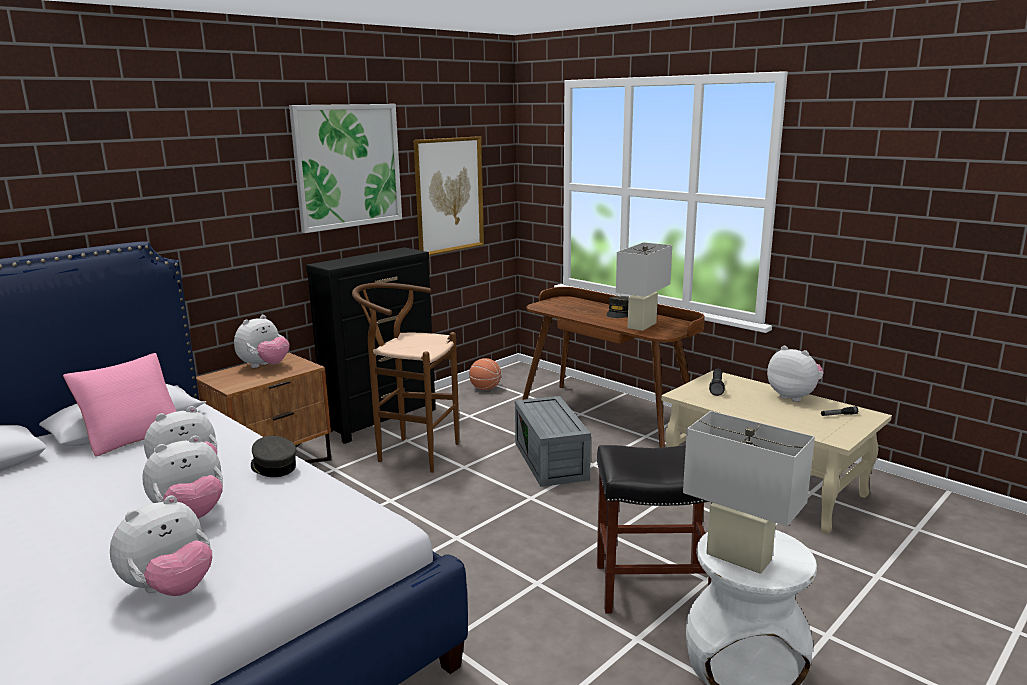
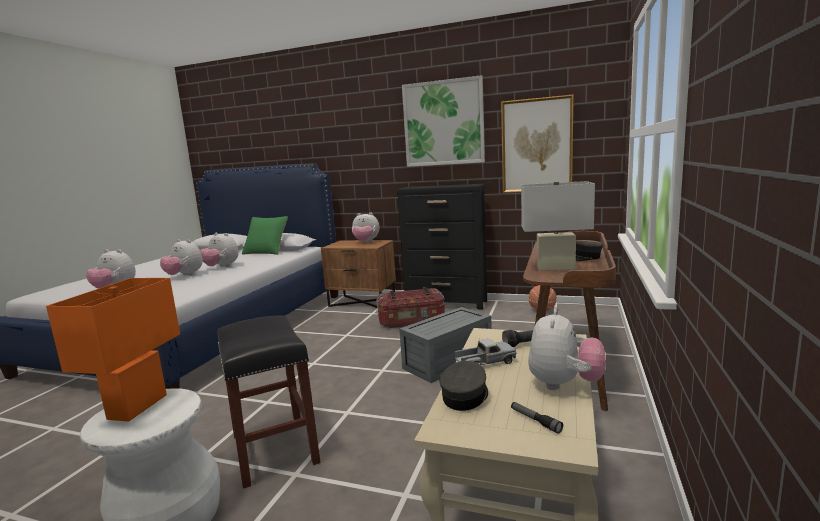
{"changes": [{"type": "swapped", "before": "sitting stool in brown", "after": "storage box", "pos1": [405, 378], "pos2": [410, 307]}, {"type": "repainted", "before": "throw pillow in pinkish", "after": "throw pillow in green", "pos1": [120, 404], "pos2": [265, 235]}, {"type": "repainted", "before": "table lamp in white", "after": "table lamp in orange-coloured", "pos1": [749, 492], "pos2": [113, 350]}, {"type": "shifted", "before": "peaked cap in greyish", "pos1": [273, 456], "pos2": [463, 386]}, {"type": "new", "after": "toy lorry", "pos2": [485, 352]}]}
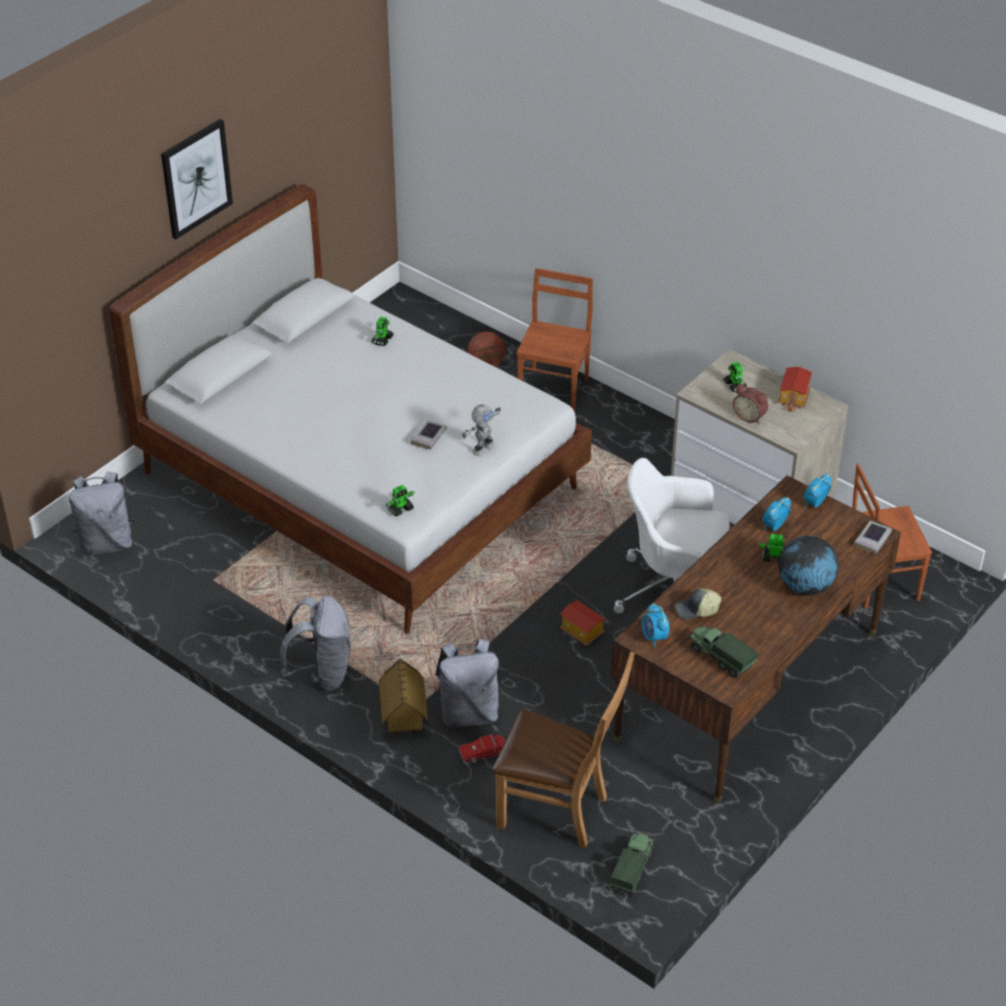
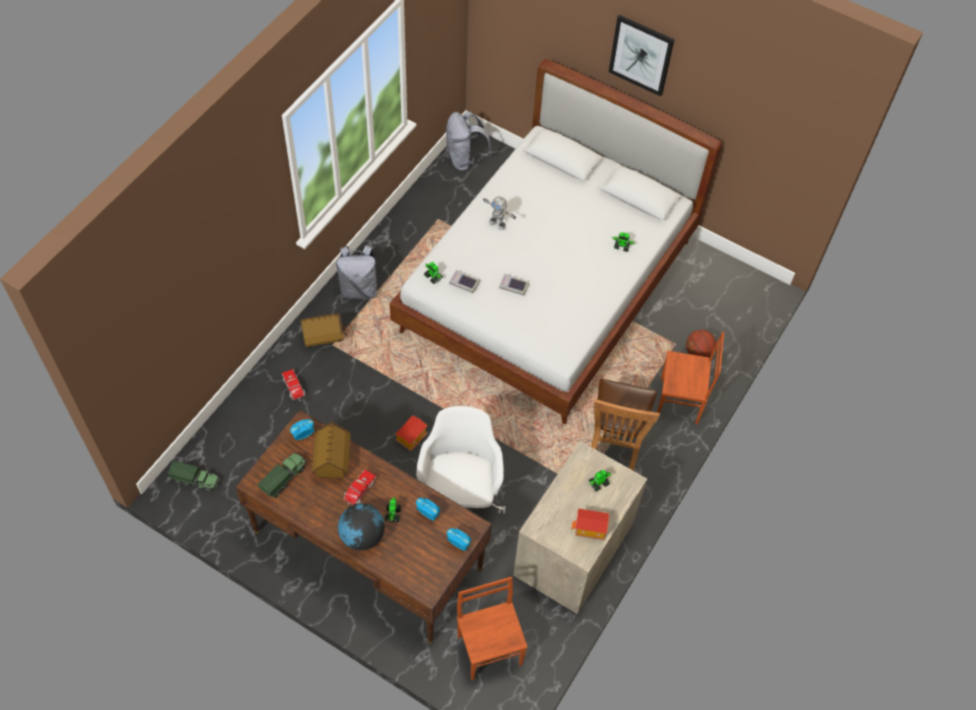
{"changes": [{"type": "gone", "before": "alarm clock", "pos1": [750, 404]}, {"type": "shifted", "before": "model robot", "pos1": [481, 430], "pos2": [499, 213]}, {"type": "shifted", "before": "volume", "pos1": [873, 537], "pos2": [464, 281]}, {"type": "swapped", "before": "peaked cap", "after": "miniature house", "pos1": [698, 603], "pos2": [331, 450]}, {"type": "gone", "before": "backpack in greyish", "pos1": [468, 683]}, {"type": "shifted", "before": "upright chair in brown", "pos1": [563, 749], "pos2": [625, 425]}, {"type": "new", "after": "toy lorry", "pos2": [360, 487]}]}
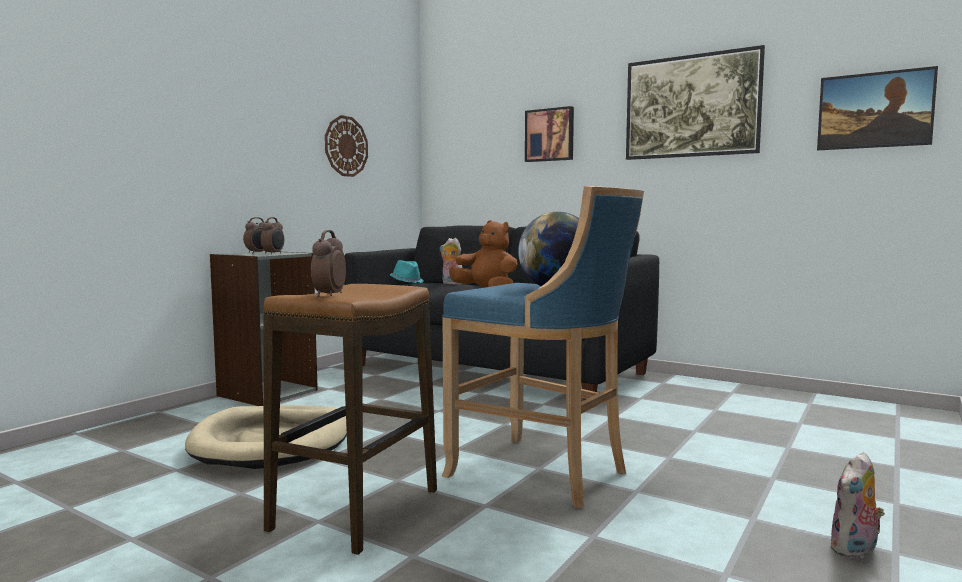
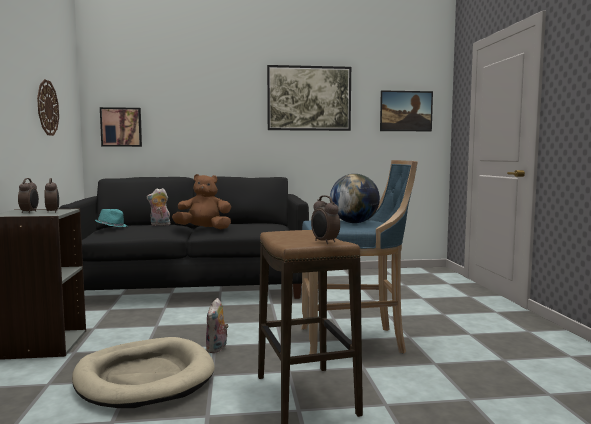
{"changes": [{"type": "shifted", "before": "picture", "pos1": [549, 134], "pos2": [121, 127]}, {"type": "shifted", "before": "cuddly toy", "pos1": [857, 505], "pos2": [217, 325]}]}
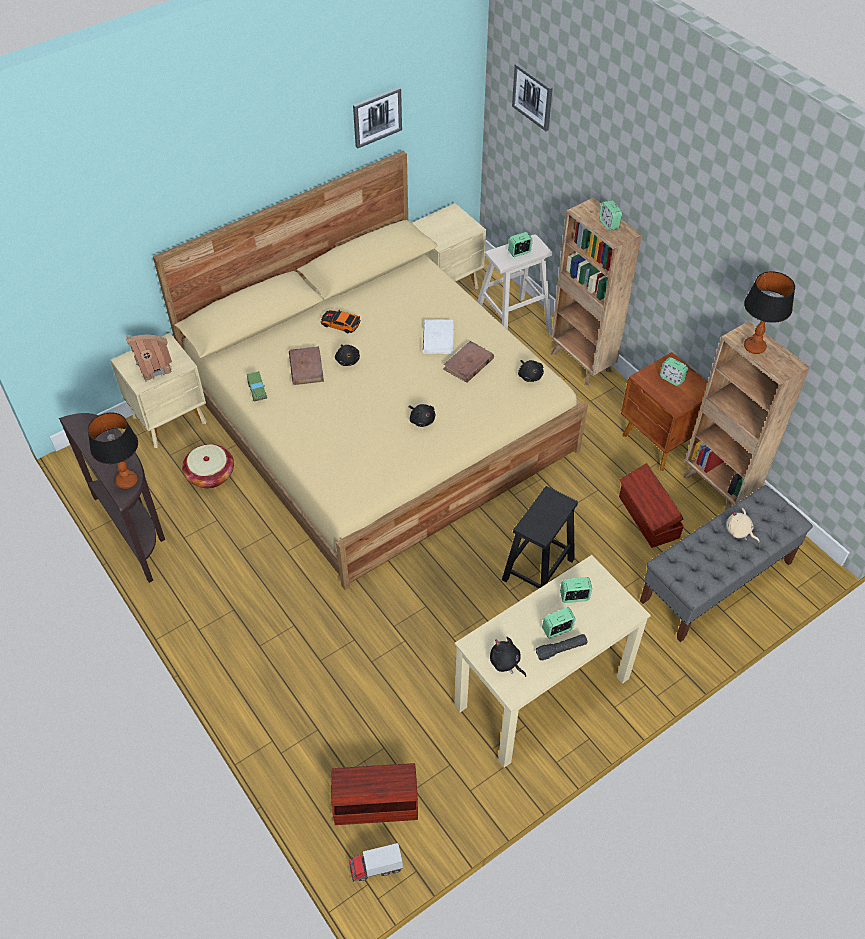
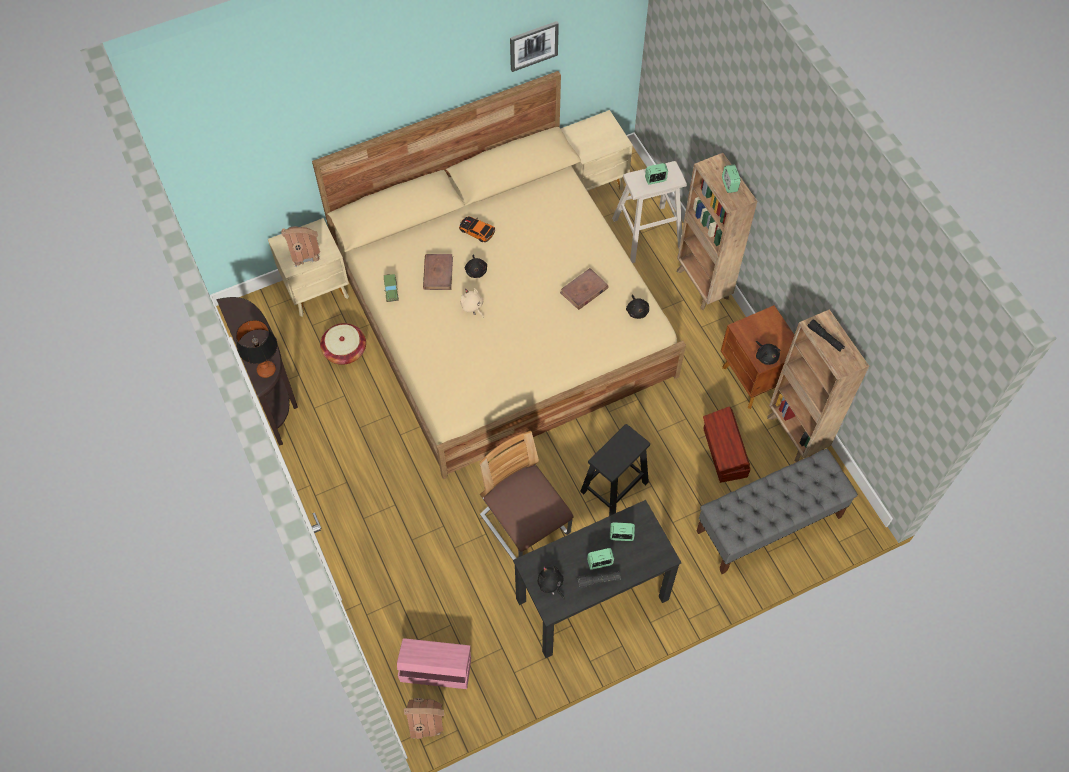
{"changes": [{"type": "gone", "before": "picture", "pos1": [532, 97]}, {"type": "swapped", "before": "table lamp", "after": "torch in black", "pos1": [769, 312], "pos2": [826, 336]}, {"type": "gone", "before": "volume in white", "pos1": [438, 336]}, {"type": "gone", "before": "alarm clock", "pos1": [674, 371]}, {"type": "shifted", "before": "cuddly toy in black", "pos1": [422, 415], "pos2": [768, 353]}, {"type": "shifted", "before": "cuddly toy in beige-coloured", "pos1": [743, 525], "pos2": [472, 303]}, {"type": "repainted", "before": "desk in beige-coloured", "after": "desk in black", "pos1": [552, 661], "pos2": [597, 579]}, {"type": "repainted", "before": "storage box in brown", "after": "storage box in pinkish", "pos1": [374, 794], "pos2": [434, 663]}, {"type": "swapped", "before": "toy lorry", "after": "miniature house", "pos1": [376, 862], "pos2": [424, 718]}, {"type": "new", "after": "upright chair", "pos2": [526, 495]}]}
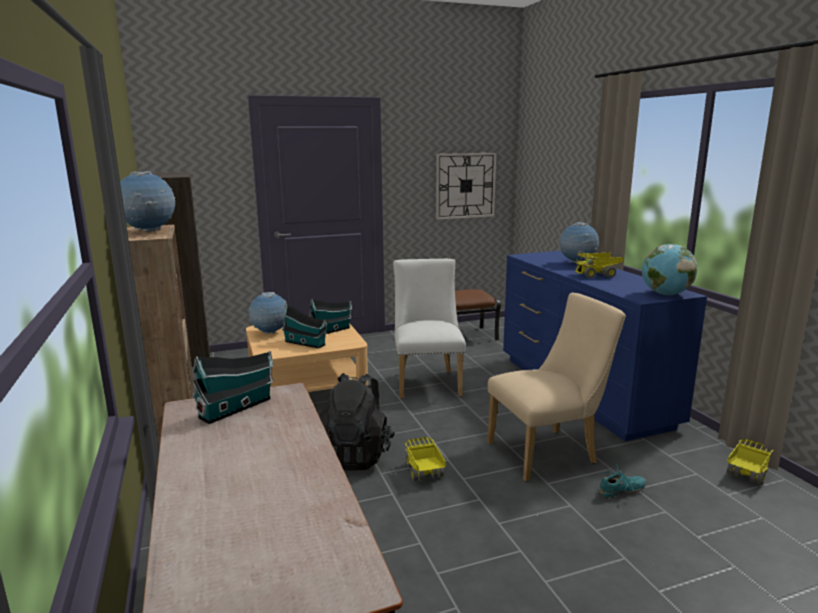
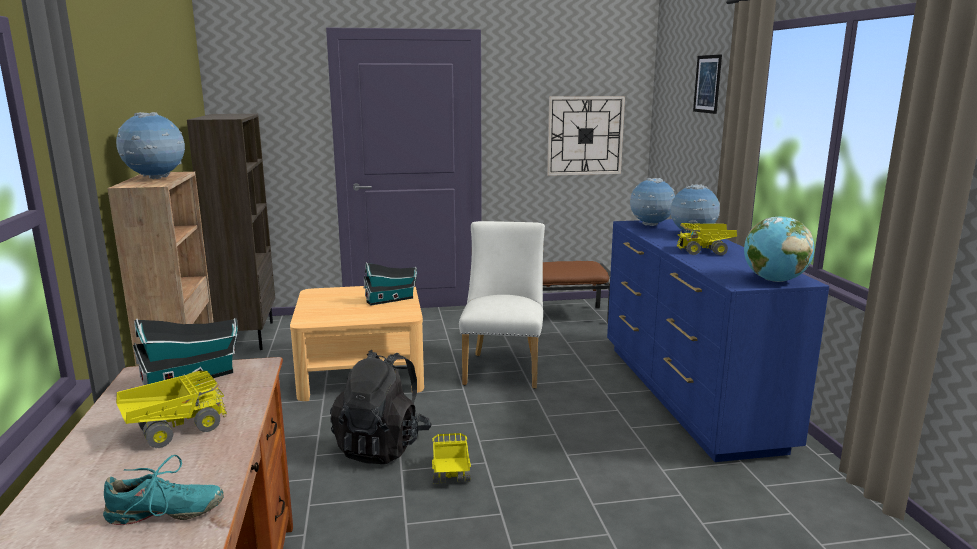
{"changes": [{"type": "shifted", "before": "world globe", "pos1": [268, 313], "pos2": [652, 202]}, {"type": "gone", "before": "upright chair in beige-coloured", "pos1": [556, 387]}, {"type": "gone", "before": "miniature house", "pos1": [304, 326]}, {"type": "shifted", "before": "toy lorry", "pos1": [750, 462], "pos2": [171, 409]}, {"type": "shifted", "before": "item of footwear in turquoise", "pos1": [621, 481], "pos2": [163, 490]}, {"type": "new", "after": "picture", "pos2": [707, 84]}]}
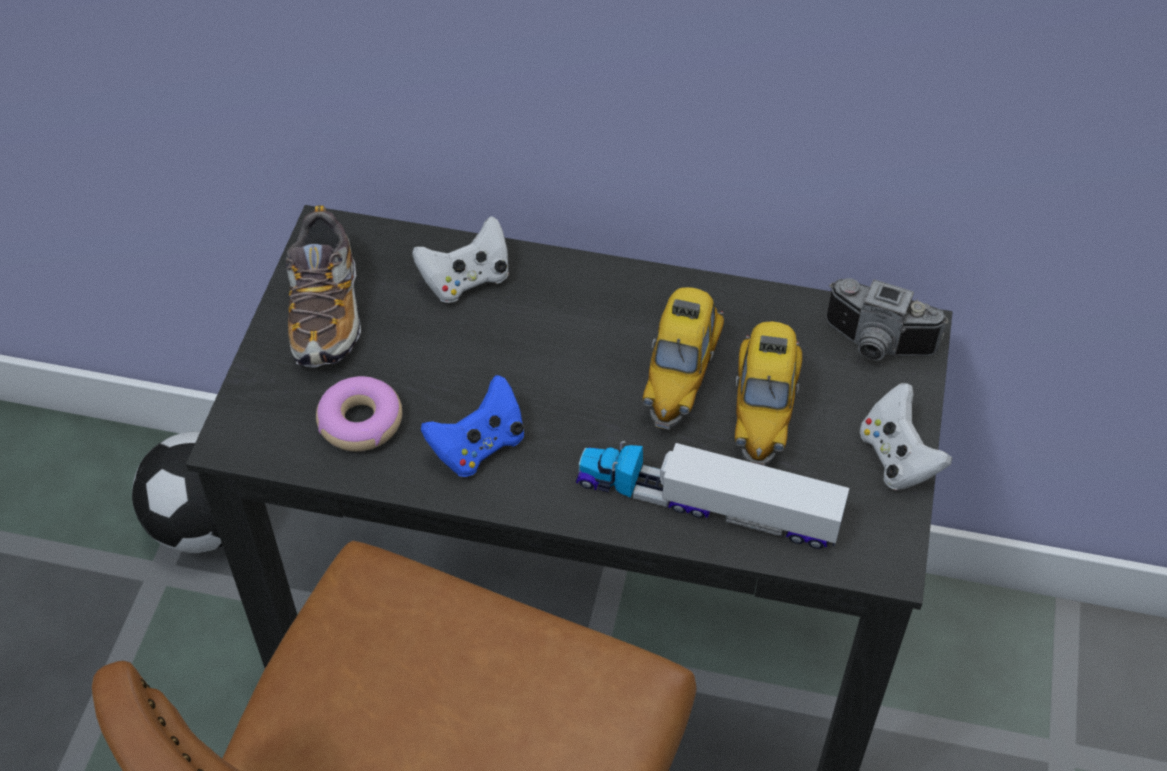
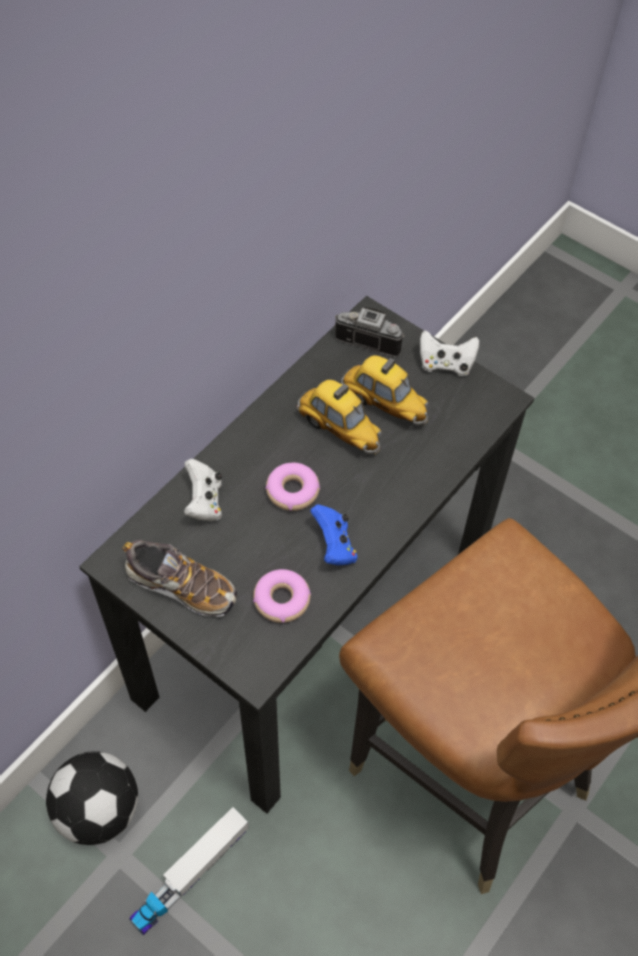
{"changes": [{"type": "rotated", "before": "photo camera", "pos1": [887, 319], "pos2": [370, 332], "turn": -120}, {"type": "shifted", "before": "toy lorry", "pos1": [712, 495], "pos2": [189, 871]}, {"type": "new", "after": "doughnut", "pos2": [292, 486]}]}
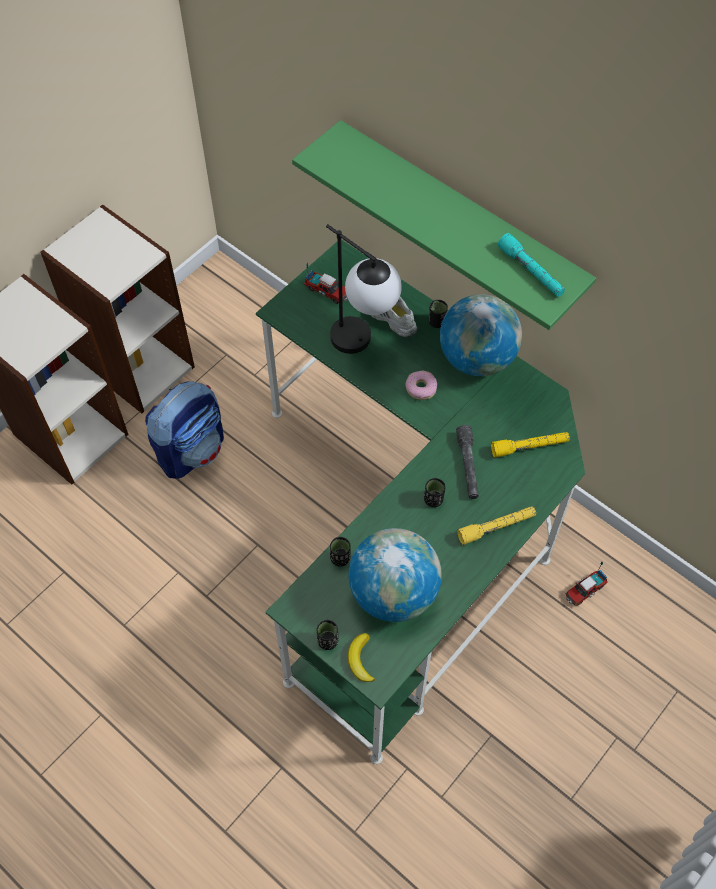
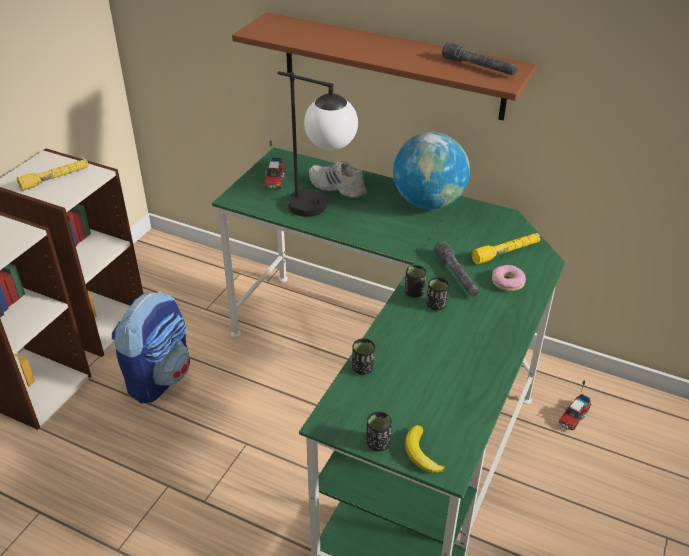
{"changes": [{"type": "repainted", "before": "wall shelf in green", "after": "wall shelf in brown", "pos1": [444, 225], "pos2": [384, 66]}, {"type": "repainted", "before": "torch in turquoise", "after": "torch in greyish", "pos1": [531, 265], "pos2": [480, 59]}, {"type": "rotated", "before": "toy lorry", "pos1": [326, 283], "pos2": [274, 164], "turn": 75}, {"type": "shifted", "before": "drinking cup in black", "pos1": [438, 314], "pos2": [415, 281]}, {"type": "shifted", "before": "doughnut", "pos1": [421, 385], "pos2": [509, 278]}, {"type": "shifted", "before": "torch in yellowish", "pos1": [496, 525], "pos2": [53, 175]}, {"type": "gone", "before": "world globe", "pos1": [395, 575]}]}
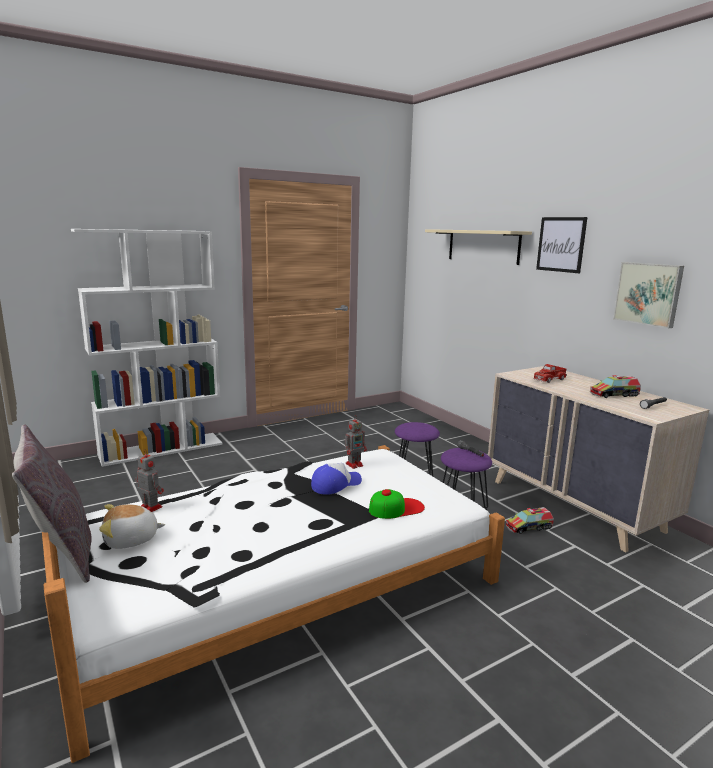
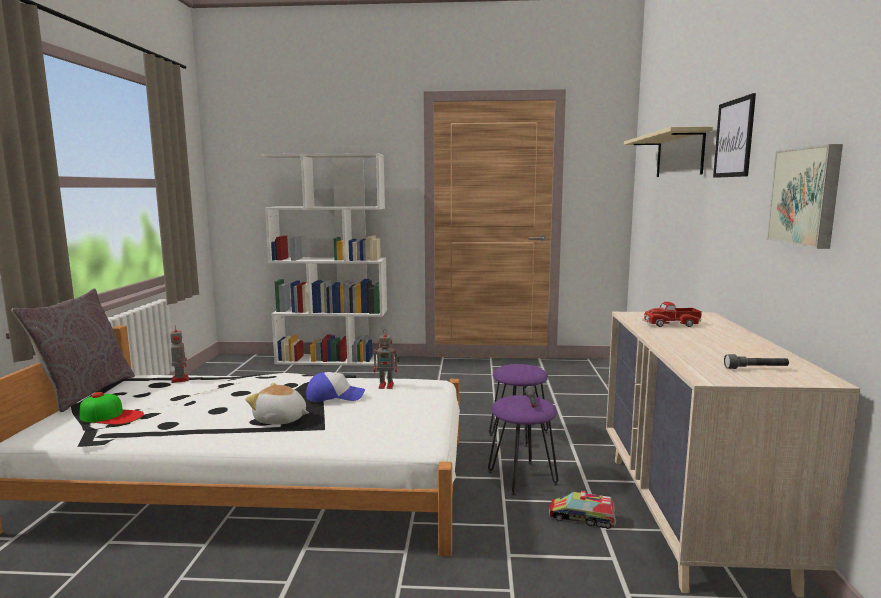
{"changes": [{"type": "gone", "before": "toy lorry", "pos1": [615, 386]}, {"type": "shifted", "before": "peaked cap", "pos1": [397, 504], "pos2": [112, 408]}, {"type": "shifted", "before": "cuddly toy", "pos1": [132, 526], "pos2": [277, 403]}]}
